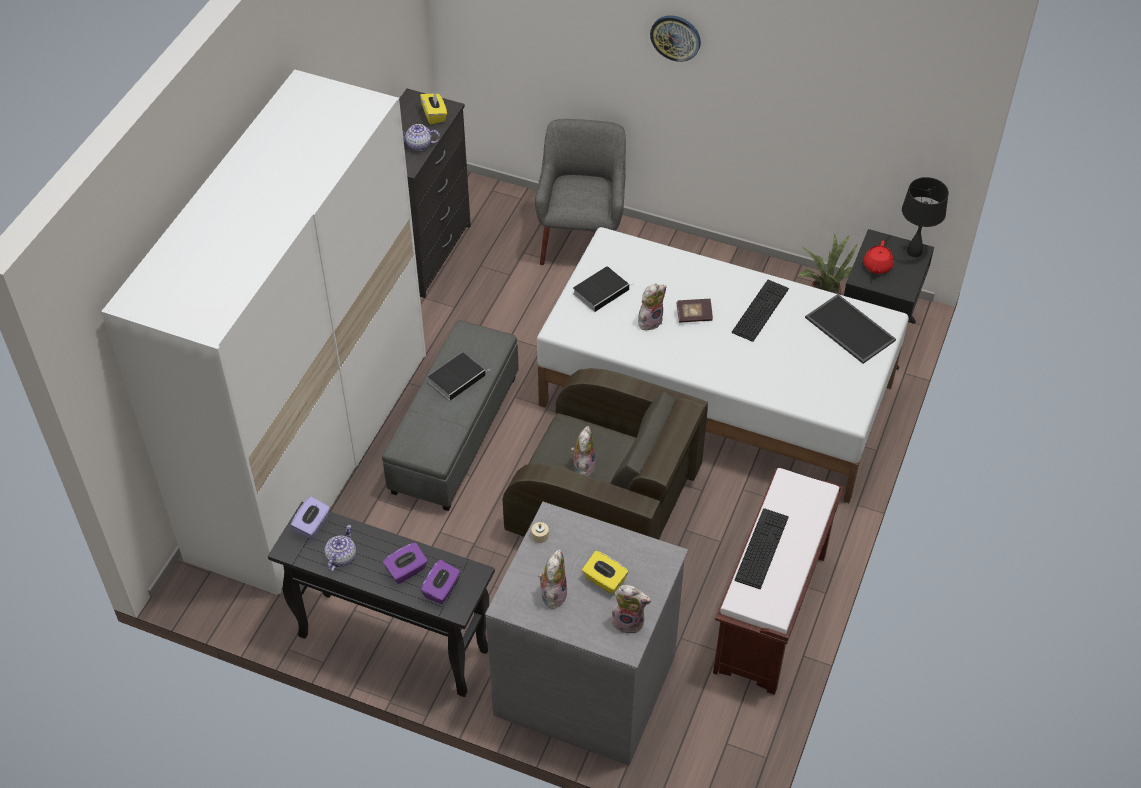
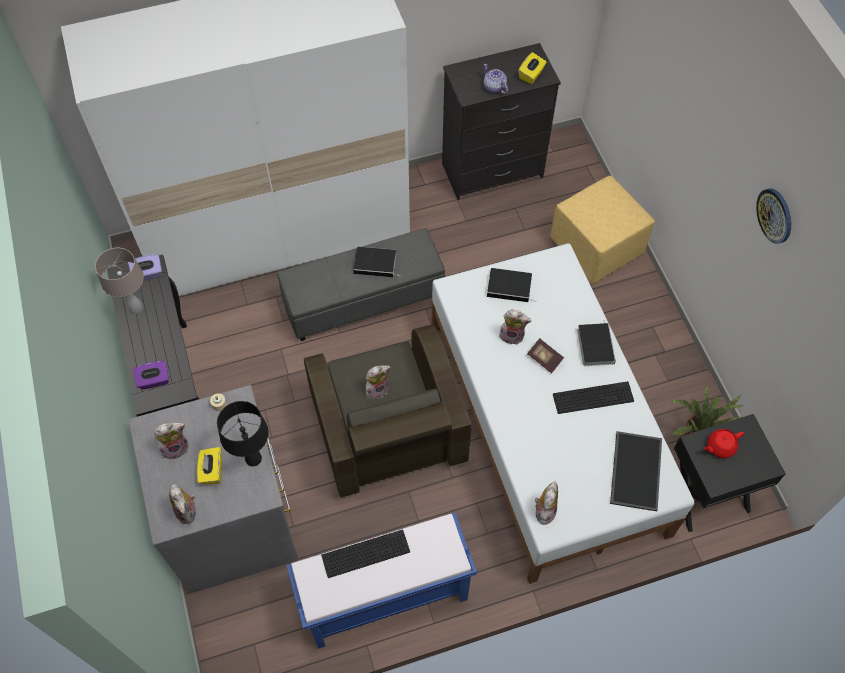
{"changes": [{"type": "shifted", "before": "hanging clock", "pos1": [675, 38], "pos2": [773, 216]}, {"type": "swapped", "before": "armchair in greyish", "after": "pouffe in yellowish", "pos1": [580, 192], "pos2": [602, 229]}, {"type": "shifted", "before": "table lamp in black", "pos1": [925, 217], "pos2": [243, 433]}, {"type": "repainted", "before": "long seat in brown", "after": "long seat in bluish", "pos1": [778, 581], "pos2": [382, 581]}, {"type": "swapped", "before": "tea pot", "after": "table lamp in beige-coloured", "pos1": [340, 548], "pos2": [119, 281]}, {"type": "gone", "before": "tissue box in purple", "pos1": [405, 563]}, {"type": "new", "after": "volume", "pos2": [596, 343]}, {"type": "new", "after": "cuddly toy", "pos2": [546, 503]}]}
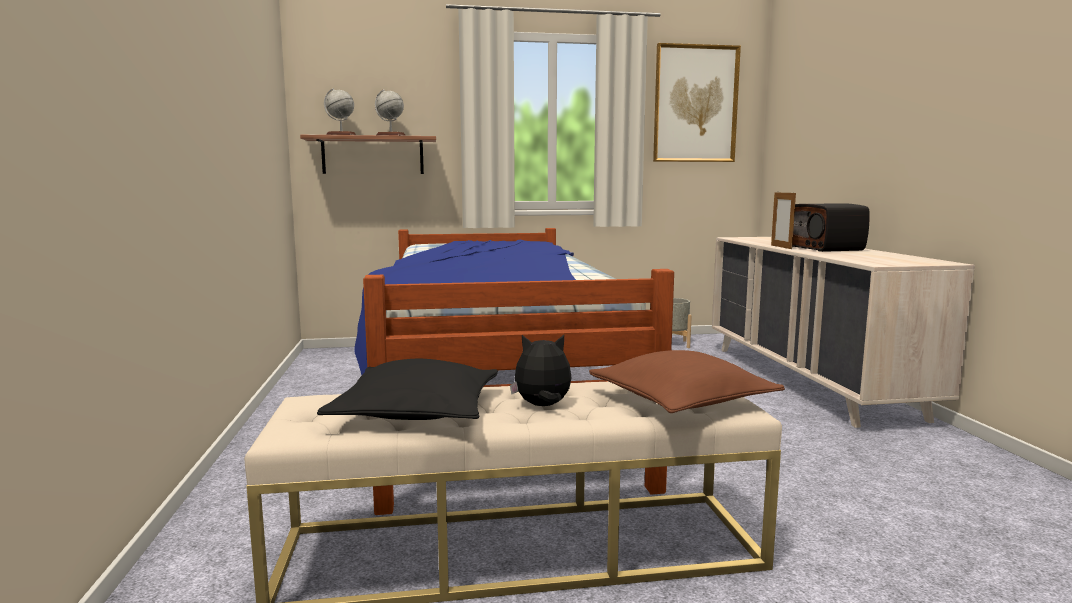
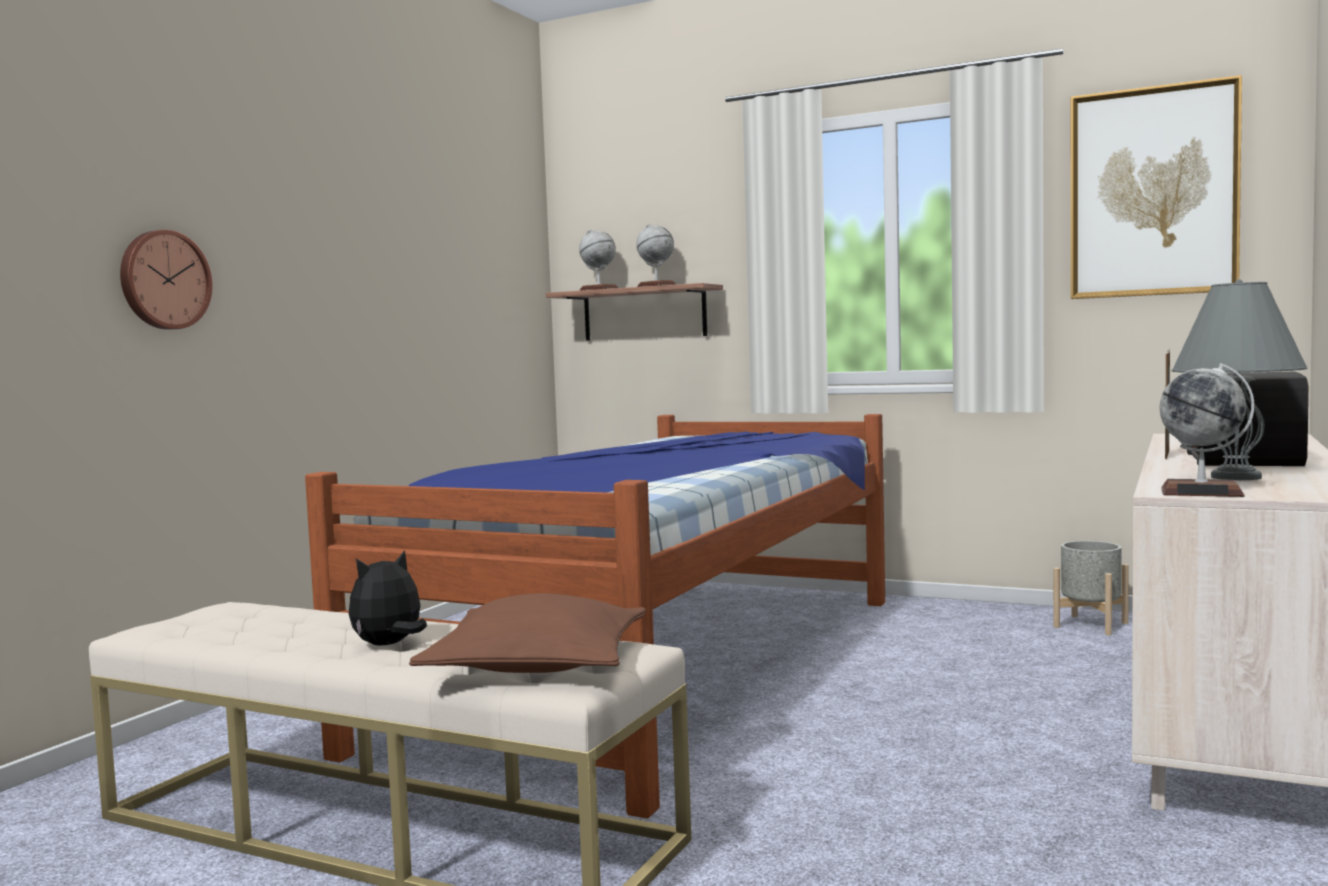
{"changes": [{"type": "rotated", "before": "cuddly toy", "pos1": [541, 370], "pos2": [388, 597], "turn": -75}, {"type": "gone", "before": "throw pillow in black", "pos1": [407, 389]}, {"type": "new", "after": "hanging clock", "pos2": [166, 280]}, {"type": "new", "after": "table lamp in greyish", "pos2": [1239, 379]}, {"type": "new", "after": "world globe", "pos2": [1206, 430]}]}
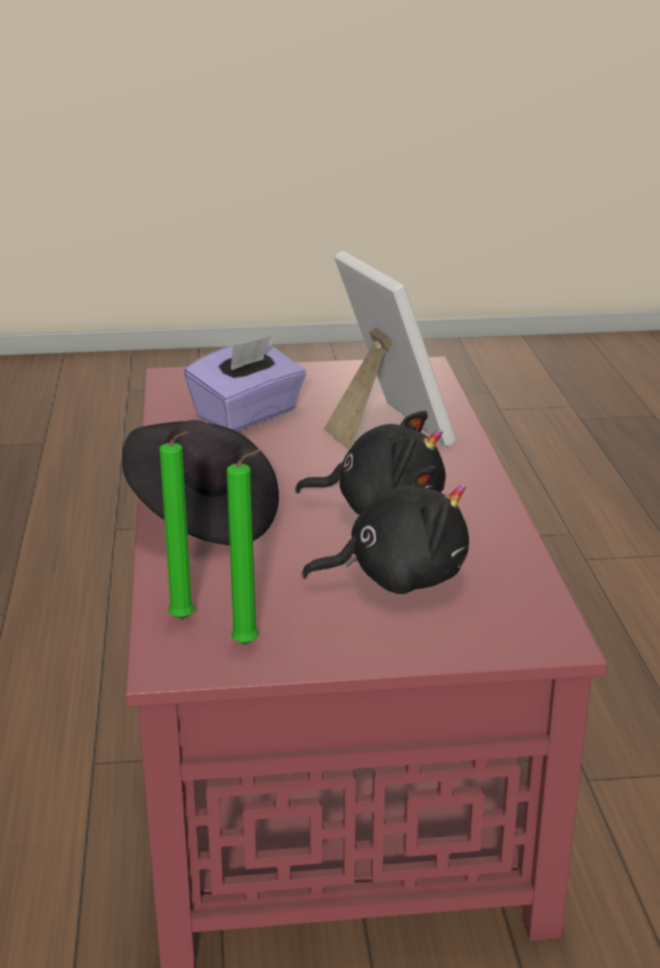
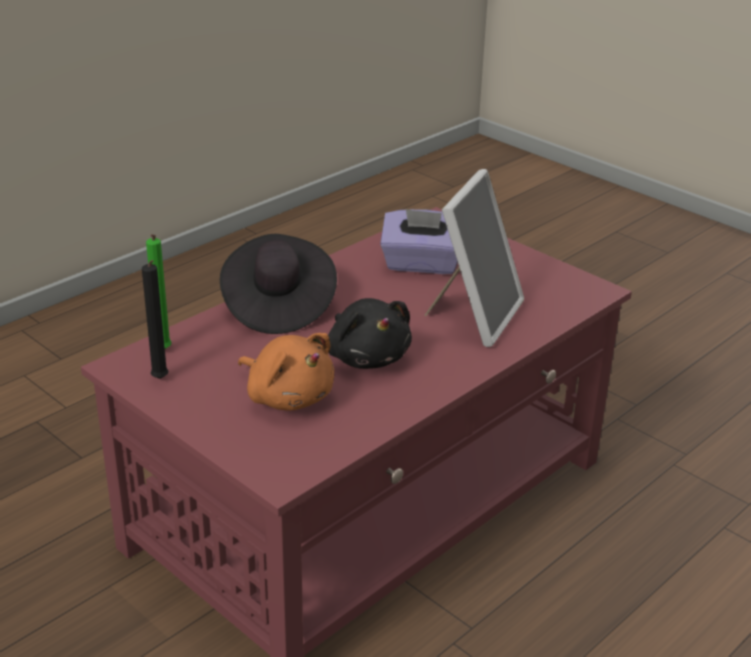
{"changes": [{"type": "repainted", "before": "candle in green", "after": "candle in black", "pos1": [244, 546], "pos2": [155, 319]}, {"type": "repainted", "before": "cuddly toy in black", "after": "cuddly toy in orange-coloured", "pos1": [385, 530], "pos2": [286, 372]}]}
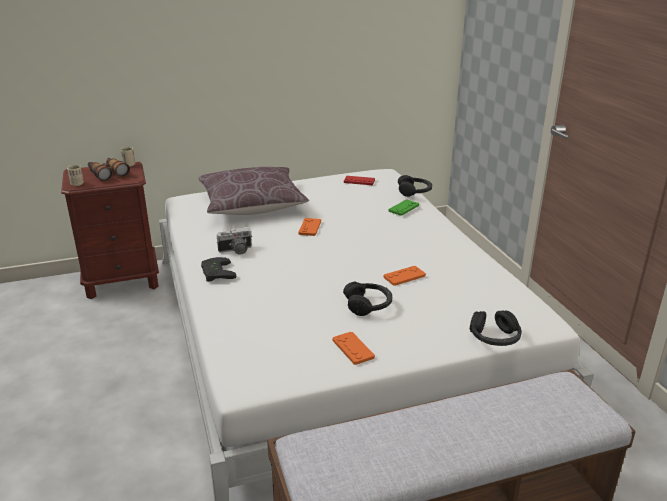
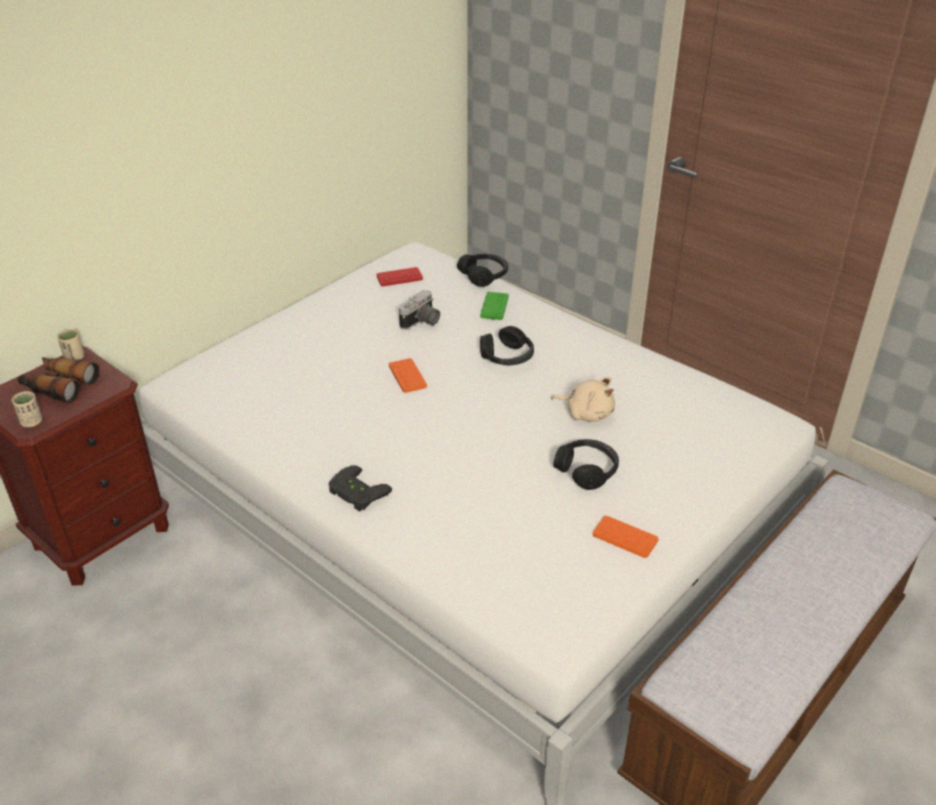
{"changes": [{"type": "gone", "before": "throw pillow in brown", "pos1": [253, 191]}, {"type": "shifted", "before": "photo camera", "pos1": [234, 241], "pos2": [419, 310]}, {"type": "swapped", "before": "joypad in orange-coloured", "after": "cuddly toy in beige-coloured", "pos1": [404, 276], "pos2": [583, 399]}, {"type": "shifted", "before": "headset in black", "pos1": [496, 328], "pos2": [507, 345]}]}
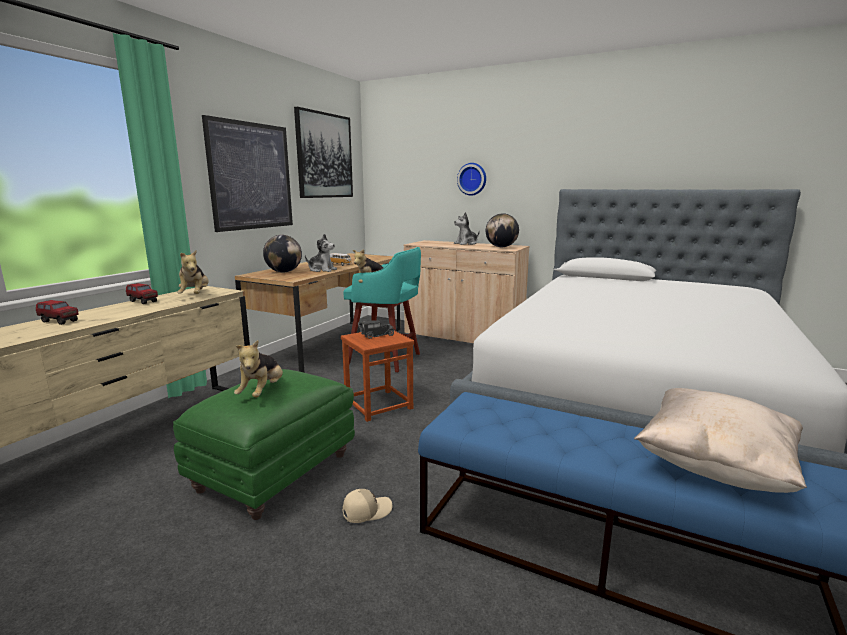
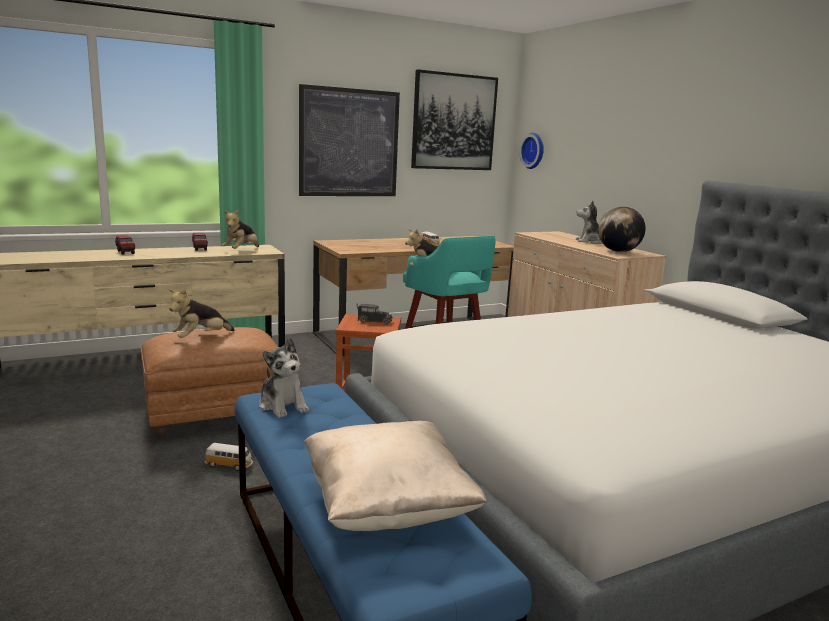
{"changes": [{"type": "shifted", "before": "hanging clock", "pos1": [471, 179], "pos2": [531, 151]}, {"type": "shifted", "before": "cuddly toy", "pos1": [321, 253], "pos2": [284, 378]}, {"type": "gone", "before": "world globe", "pos1": [282, 253]}, {"type": "repainted", "before": "pouffe in green", "after": "pouffe in brown", "pos1": [264, 444], "pos2": [209, 383]}, {"type": "swapped", "before": "peaked cap in beige-coloured", "after": "model car", "pos1": [367, 506], "pos2": [229, 457]}]}
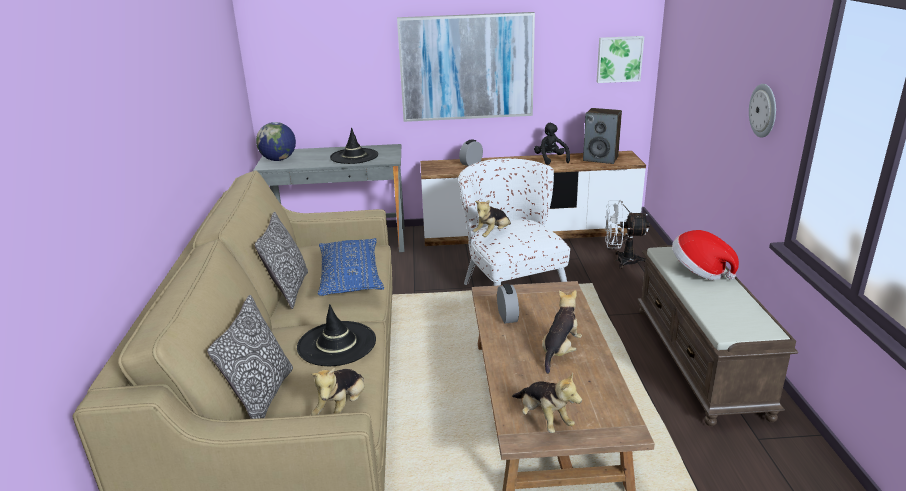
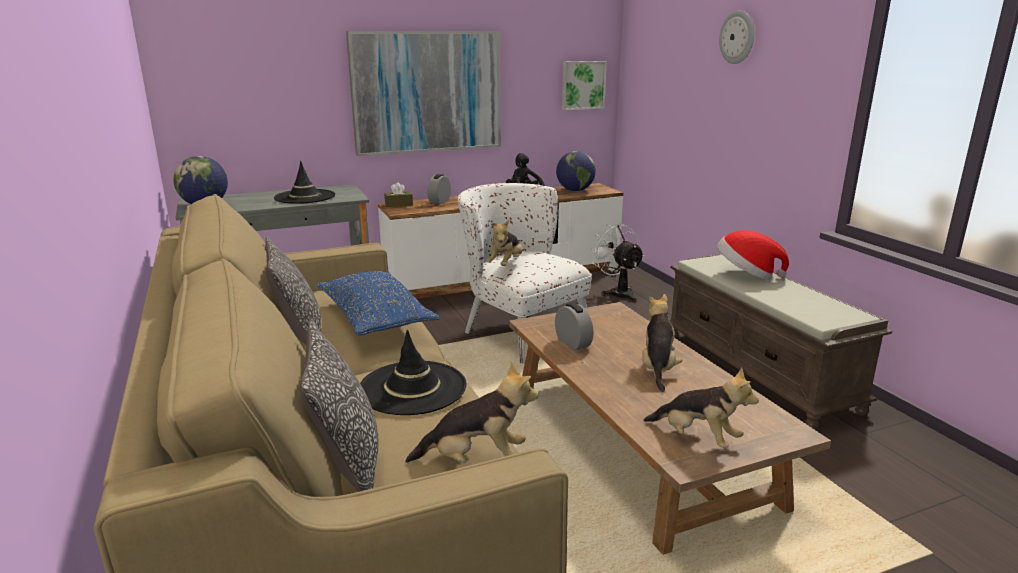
{"changes": [{"type": "shifted", "before": "hanging clock", "pos1": [762, 111], "pos2": [736, 37]}, {"type": "swapped", "before": "audio speaker", "after": "world globe", "pos1": [602, 136], "pos2": [576, 171]}, {"type": "rotated", "before": "fan in white", "pos1": [627, 234], "pos2": [617, 262], "turn": 75}, {"type": "rotated", "before": "cuddly toy", "pos1": [337, 391], "pos2": [471, 412], "turn": -90}, {"type": "new", "after": "tissue box in brown", "pos2": [399, 194]}]}
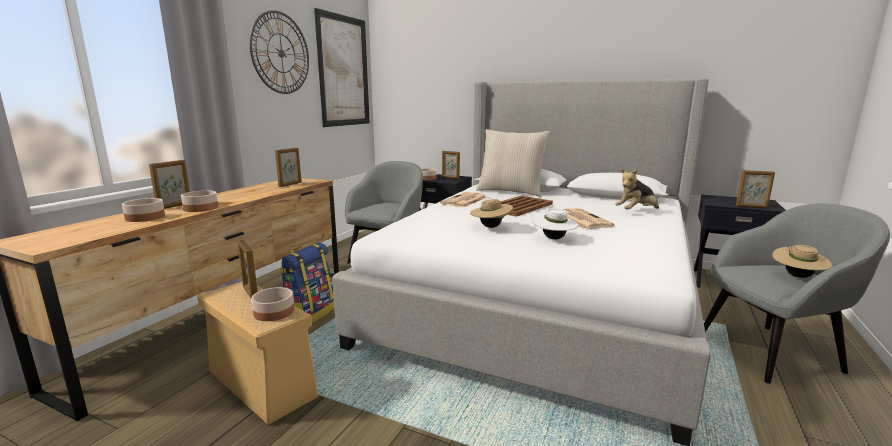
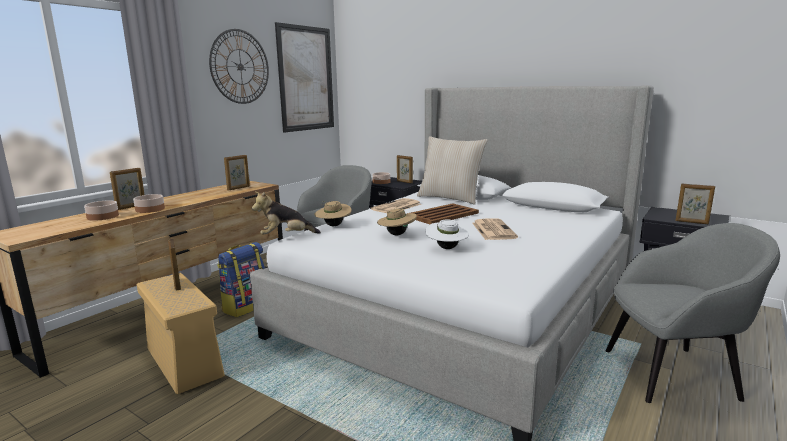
{"changes": [{"type": "shifted", "before": "cuddly toy", "pos1": [637, 189], "pos2": [286, 213]}, {"type": "shifted", "before": "wearable hat in beige-coloured", "pos1": [802, 261], "pos2": [333, 213]}, {"type": "gone", "before": "deep dish", "pos1": [272, 304]}]}
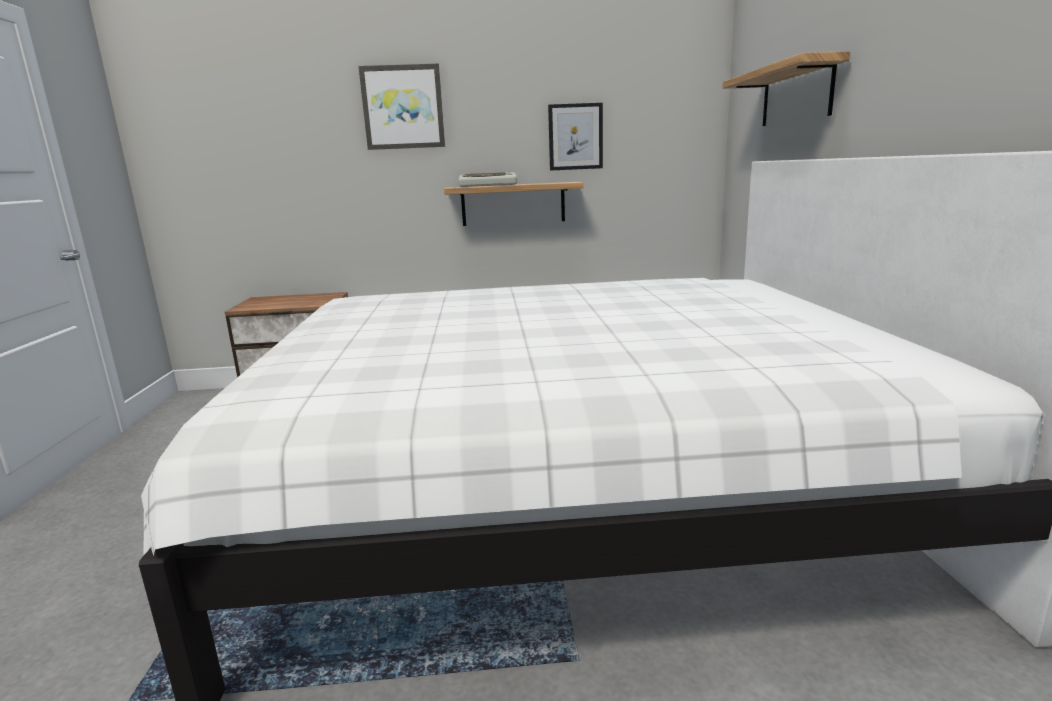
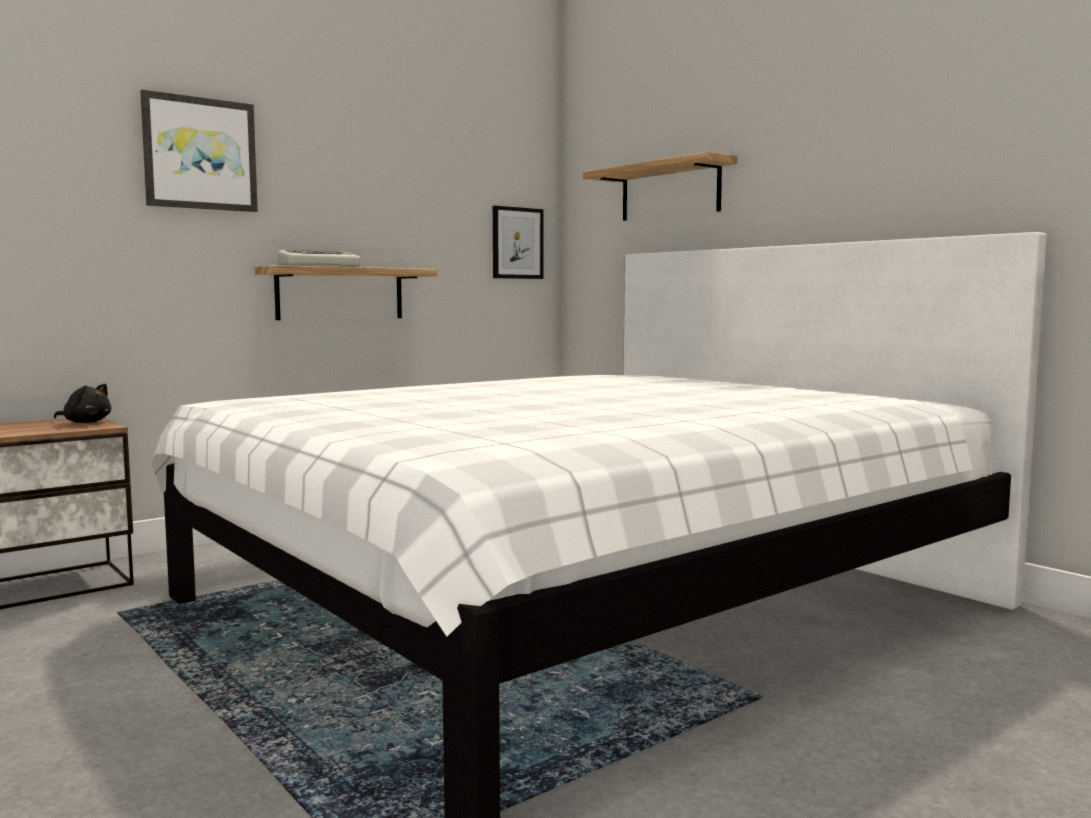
{"changes": [{"type": "shifted", "before": "picture", "pos1": [575, 137], "pos2": [518, 242]}, {"type": "new", "after": "cuddly toy in black", "pos2": [82, 403]}]}
